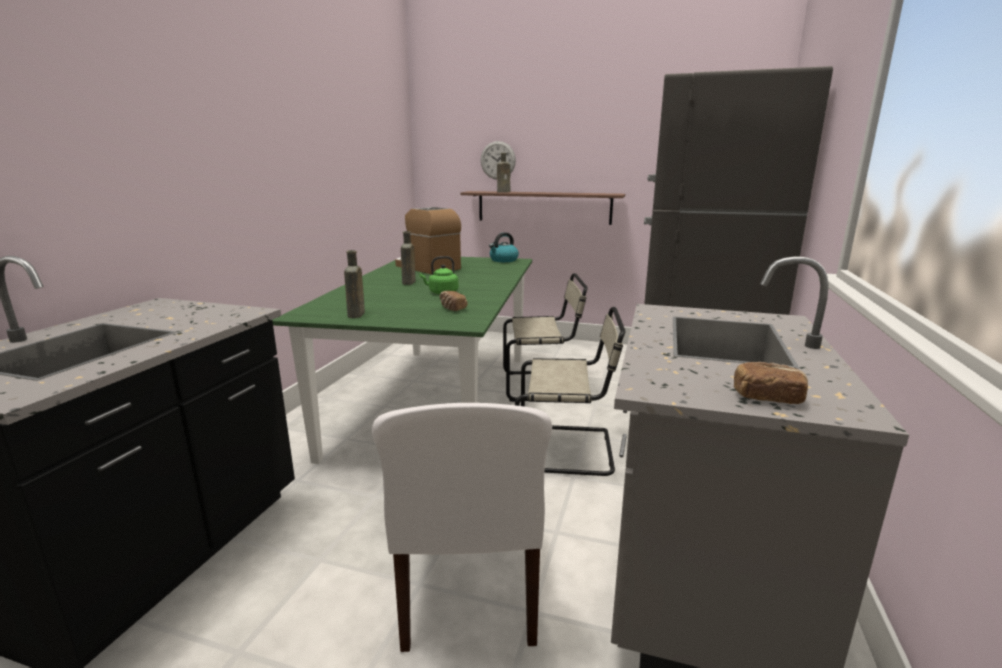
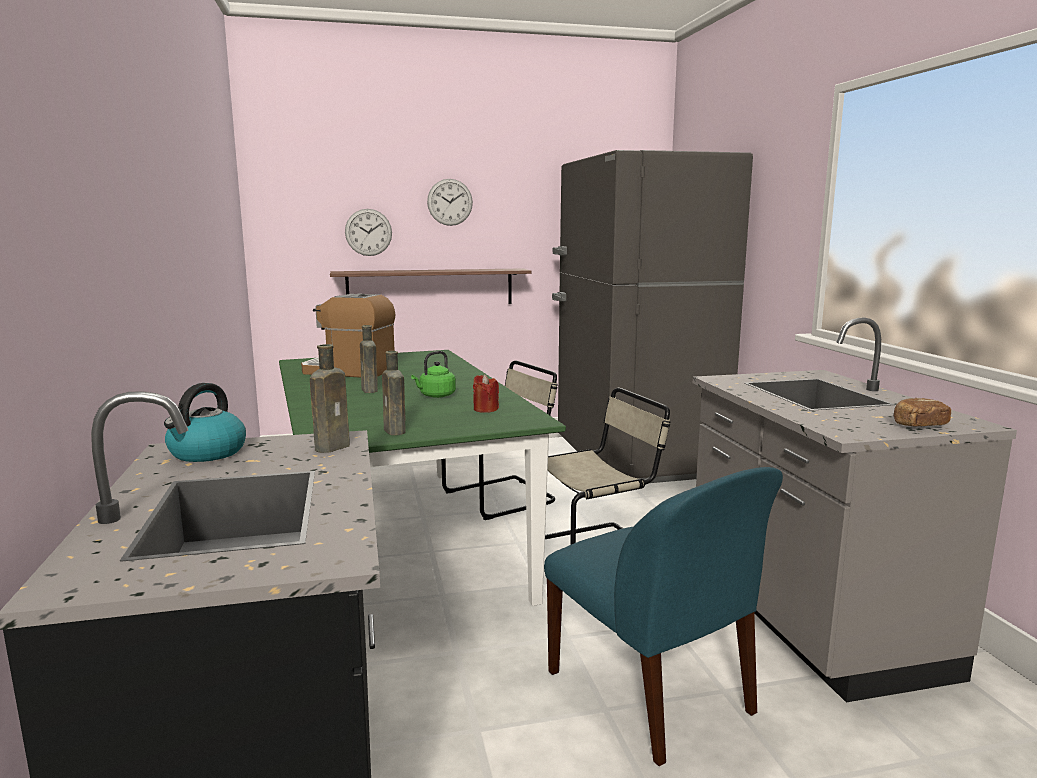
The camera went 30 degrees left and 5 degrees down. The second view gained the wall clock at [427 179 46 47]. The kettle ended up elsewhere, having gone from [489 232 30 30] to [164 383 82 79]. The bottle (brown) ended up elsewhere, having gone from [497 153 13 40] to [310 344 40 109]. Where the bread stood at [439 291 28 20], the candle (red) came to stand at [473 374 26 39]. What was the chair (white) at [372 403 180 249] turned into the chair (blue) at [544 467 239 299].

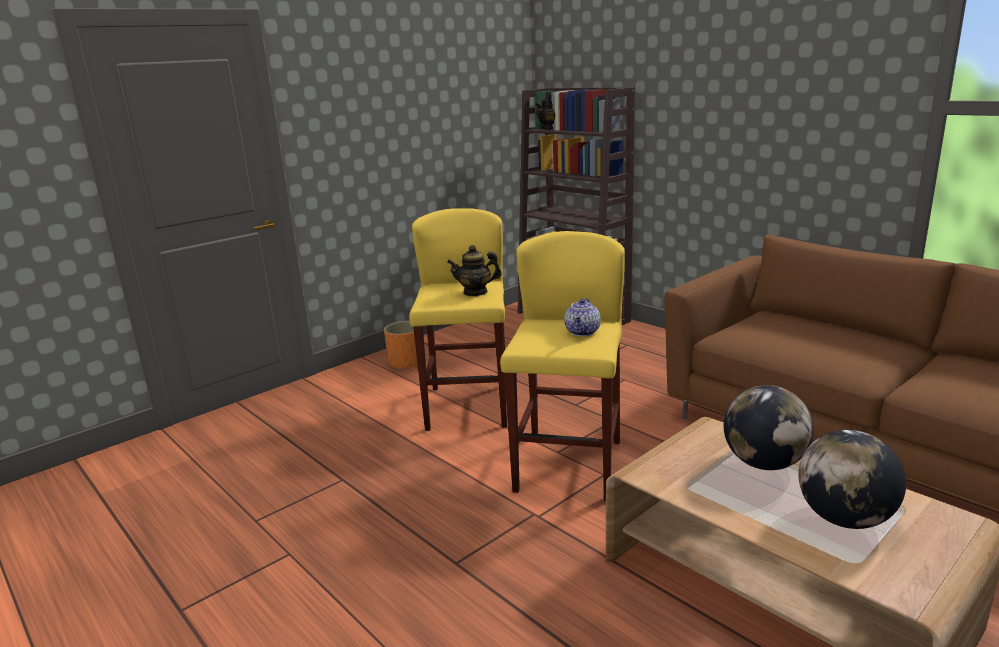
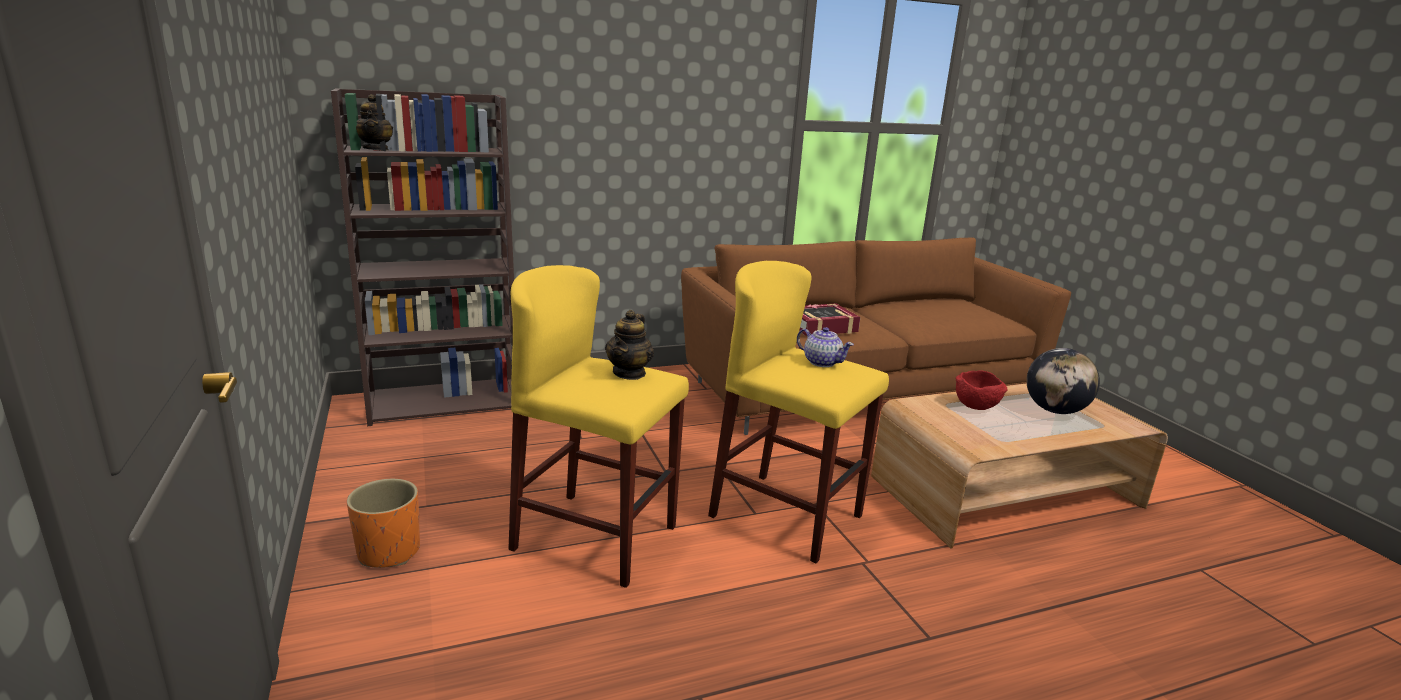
The camera went 70 degrees left and 0 degrees up. The second view gained the book at [799 303 61 33]. Where the globe stood at [724 385 90 85], the bowl (red) came to stand at [956 370 52 40].

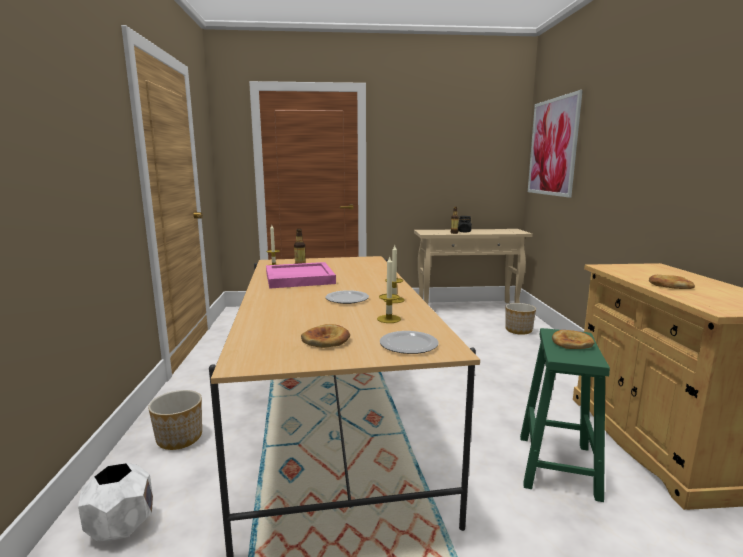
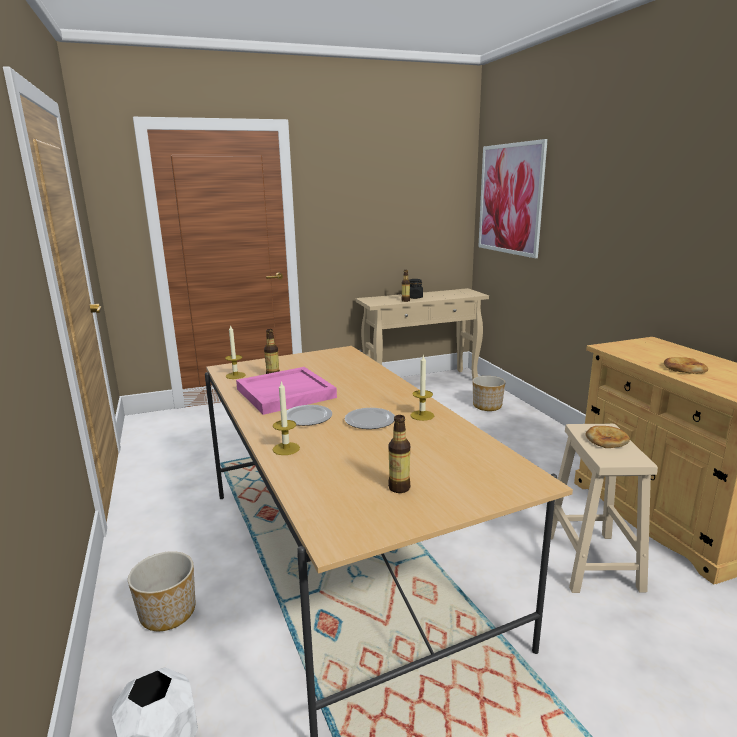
The camera went 15 degrees left and 5 degrees up. The candle ended up elsewhere, having gone from [377 257 24 66] to [273 381 27 74]. The plate ended up elsewhere, having gone from [380 331 59 23] to [287 405 45 21]. Where the bread stood at [301 324 49 24], the bottle came to stand at [388 415 22 78]. What was the stool (green) at [520 328 90 174] turned into the stool (beige) at [551 424 107 169].

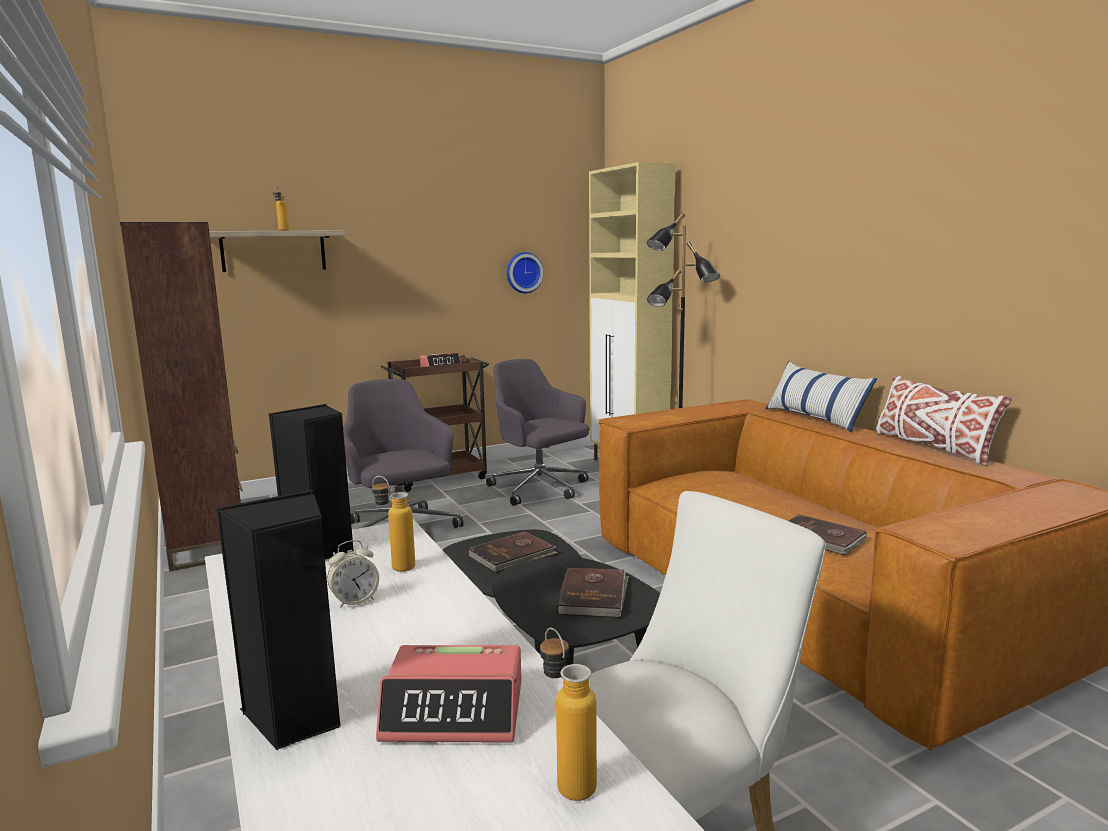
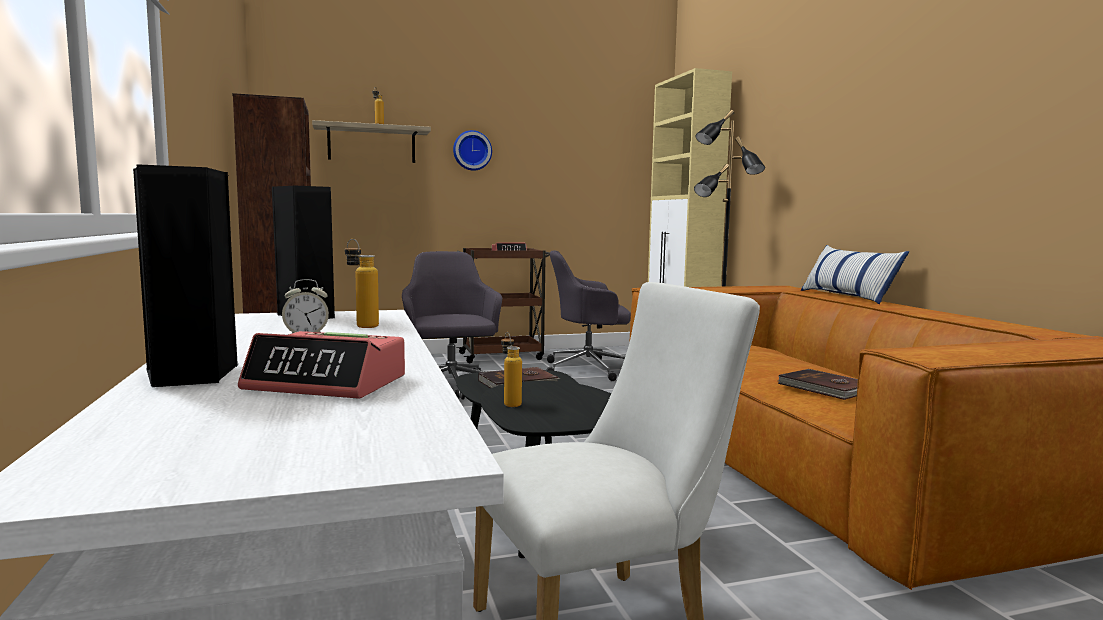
The camera went 10 degrees right and 5 degrees down. The second view lost the book (brown) at [556 567 73 51]. The second view lost the pillow (white) at [876 376 136 90]. The wall clock ended up elsewhere, having gone from [506 252 38 41] to [453 130 39 41]. The bottle ended up elsewhere, having gone from [540 628 57 173] to [501 332 21 75]. The office chair (grey) at [486 359 103 147] ended up facing another way, 60 degrees counterclockwise from before.

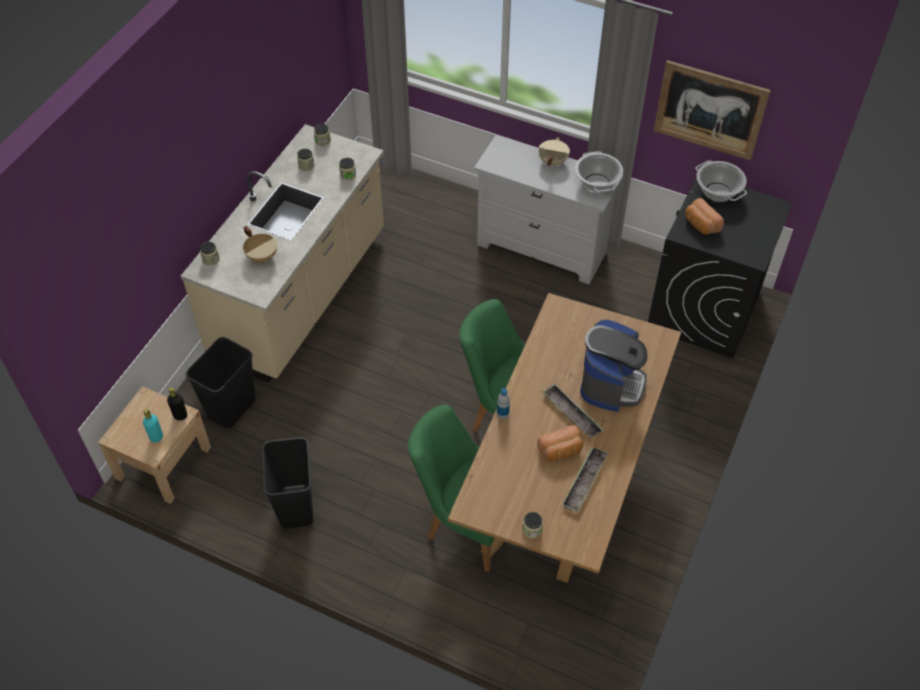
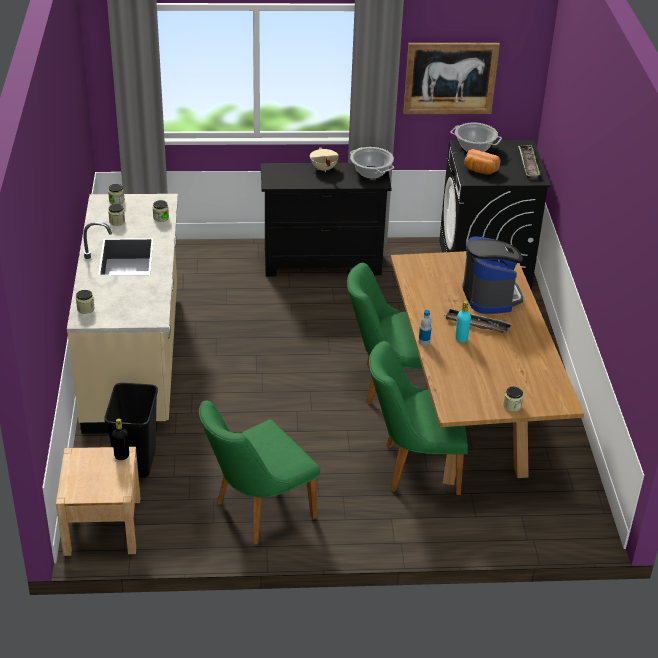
The camera went 30 degrees left and 15 degrees down. The second view lost the cooking pot (beige) at [243 226 34 37]. The second view lost the bread at [537 425 46 36]. The bottle (turquoise) ended up elsewhere, having gone from [143 409 20 34] to [455 301 16 42]. The tray ended up elsewhere, having gone from [561 447 47 65] to [518 145 23 33]. Where the trash can (black) stood at [262 437 51 91], the chair (green) came to stand at [199 401 121 144]. What was the dresser (white) at [474 134 149 150] turned into the dresser (black) at [261 163 131 114].

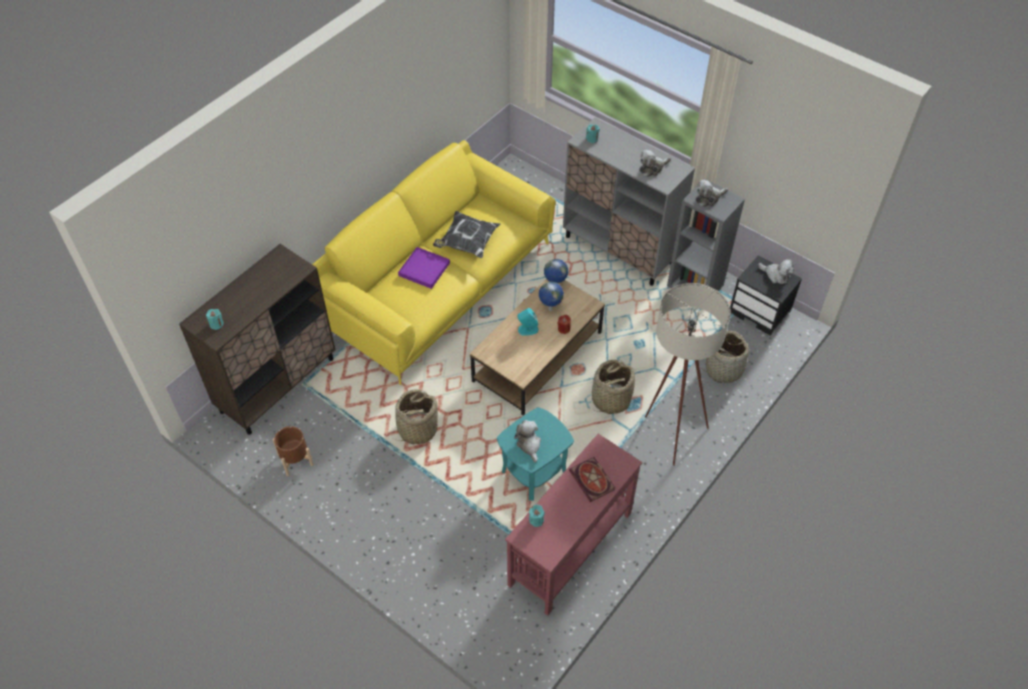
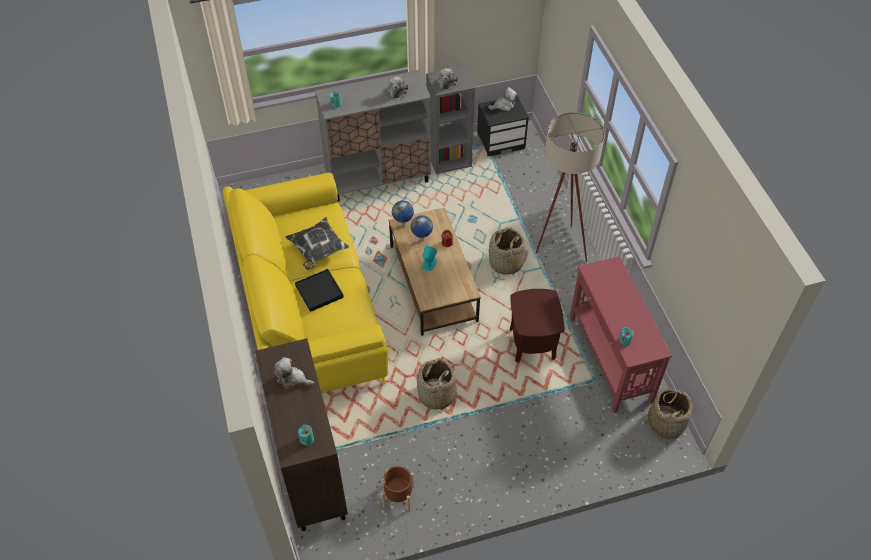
The camera went 55 degrees left and 0 degrees up. The second view lost the book at [569 457 46 45]. The plush toy ended up elsewhere, having gone from [514 420 27 42] to [274 357 40 32]. The basket ended up elsewhere, having gone from [701 331 55 52] to [648 389 45 50]. What was the tray (purple) at [398 247 52 42] turned into the tray (black) at [295 269 49 43]. What was the side table (turquoise) at [497 407 77 94] turned into the side table (brown) at [510 289 55 74].

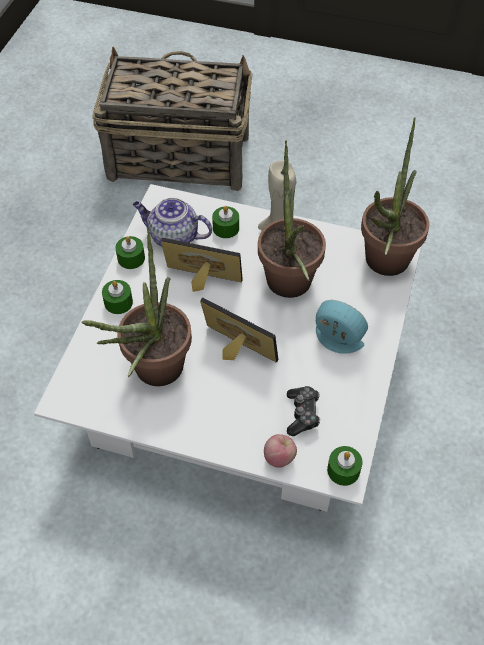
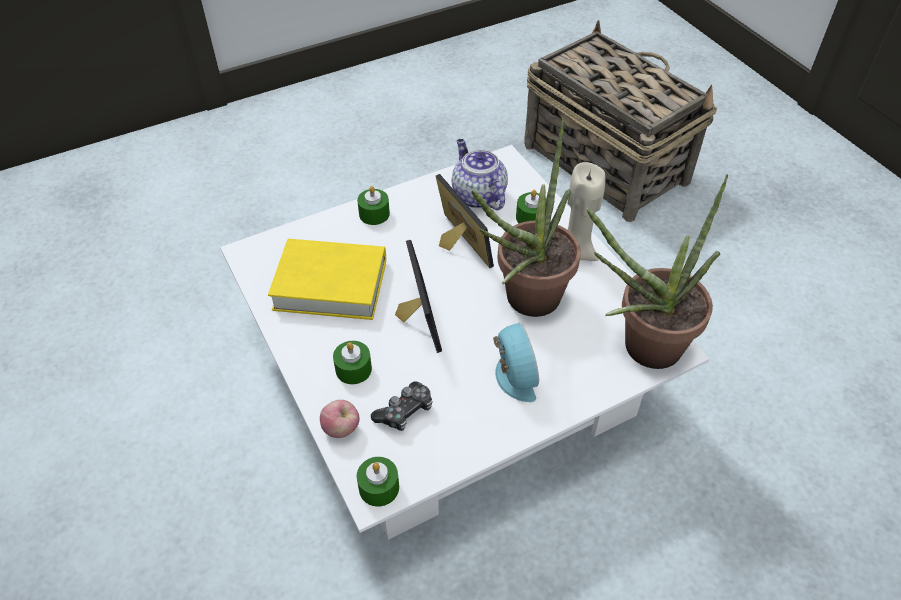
The camera went 45 degrees right and 5 degrees down. The candle (green) ended up elsewhere, having gone from [115 236 30 33] to [333 341 39 43]. Where the potted plant stood at [82 228 110 158], the book (yellow) came to stand at [268 239 118 81].

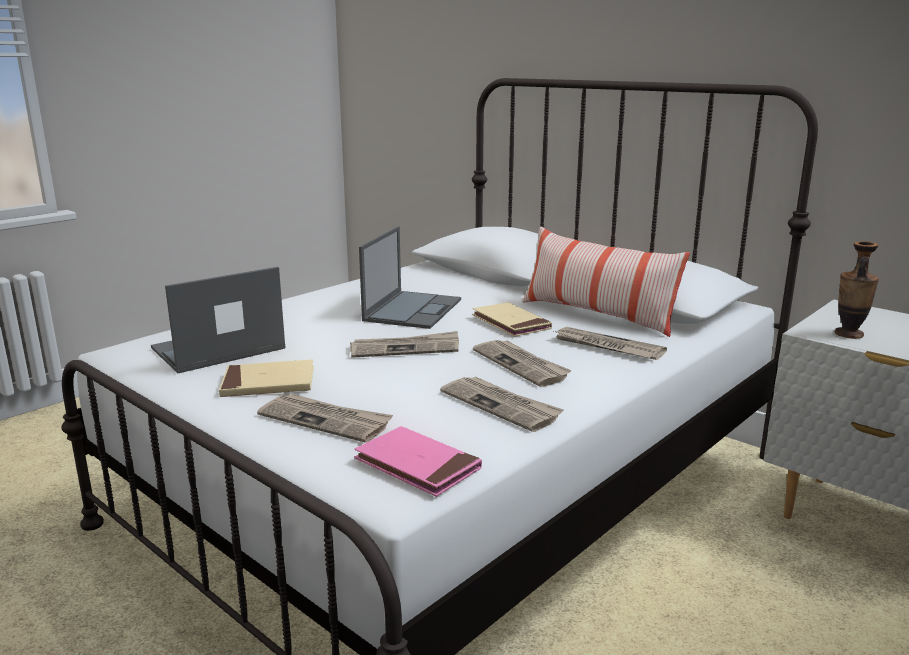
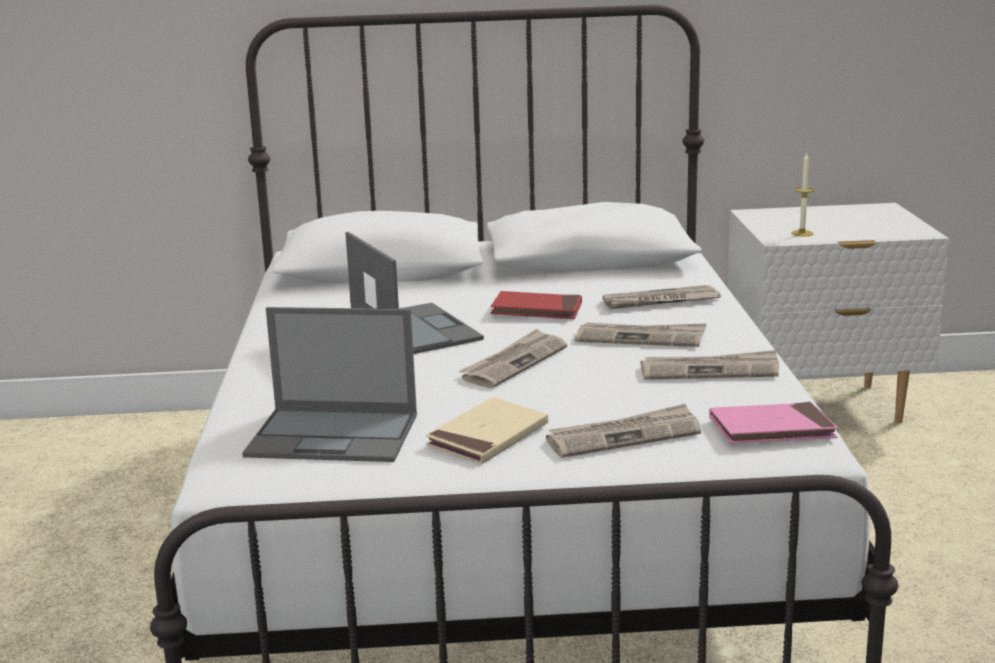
The camera went 45 degrees left and 0 degrees up. The second view lost the pillow at [522 226 168 111]. Where the vase stood at [835 241 44 98], the candle came to stand at [791 153 23 84]. What was the book (beige) at [472 302 80 35] turned into the book (red) at [491 291 91 28]. The laptop at [151 267 135 106] ended up facing another way, 90 degrees counterclockwise from before.

